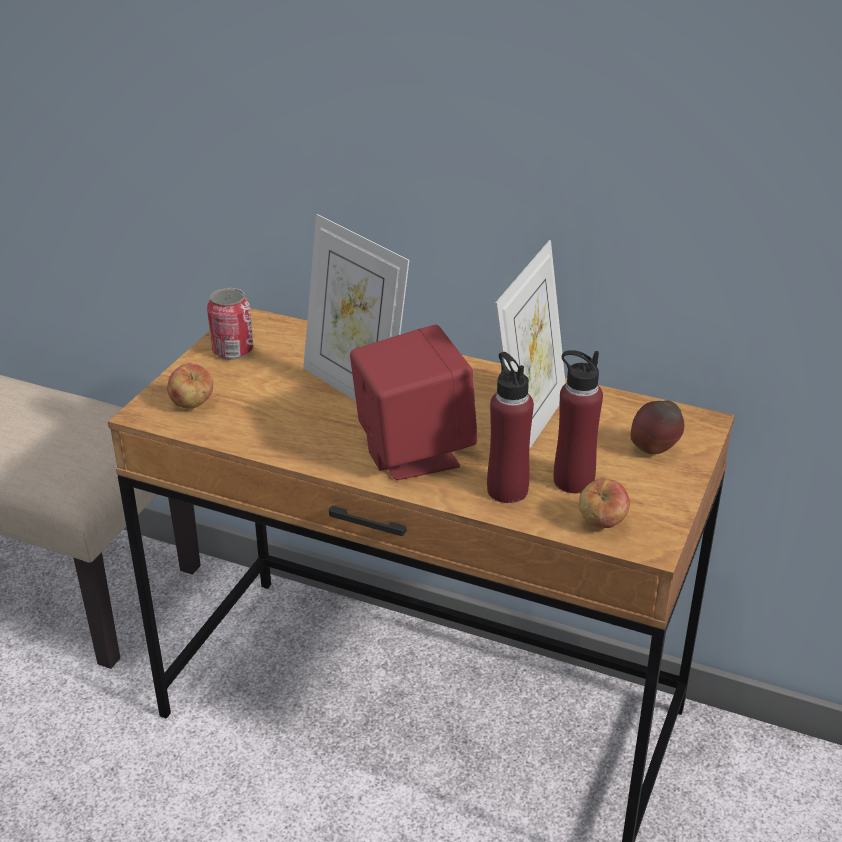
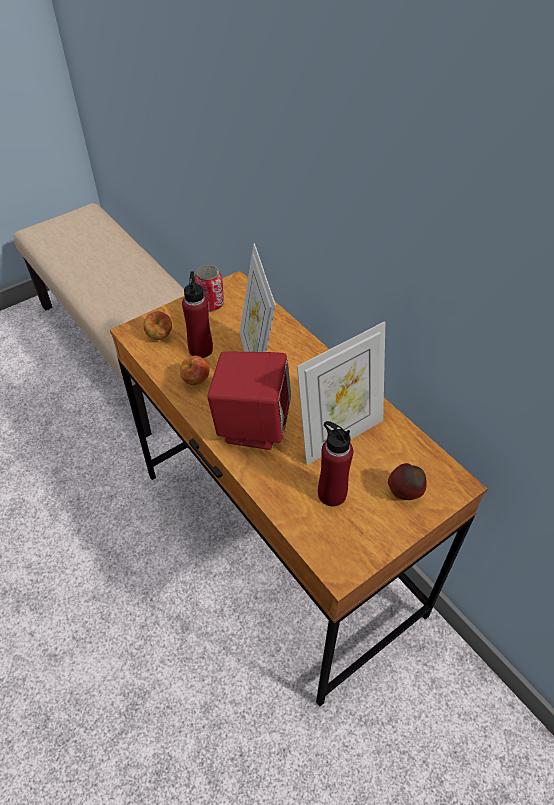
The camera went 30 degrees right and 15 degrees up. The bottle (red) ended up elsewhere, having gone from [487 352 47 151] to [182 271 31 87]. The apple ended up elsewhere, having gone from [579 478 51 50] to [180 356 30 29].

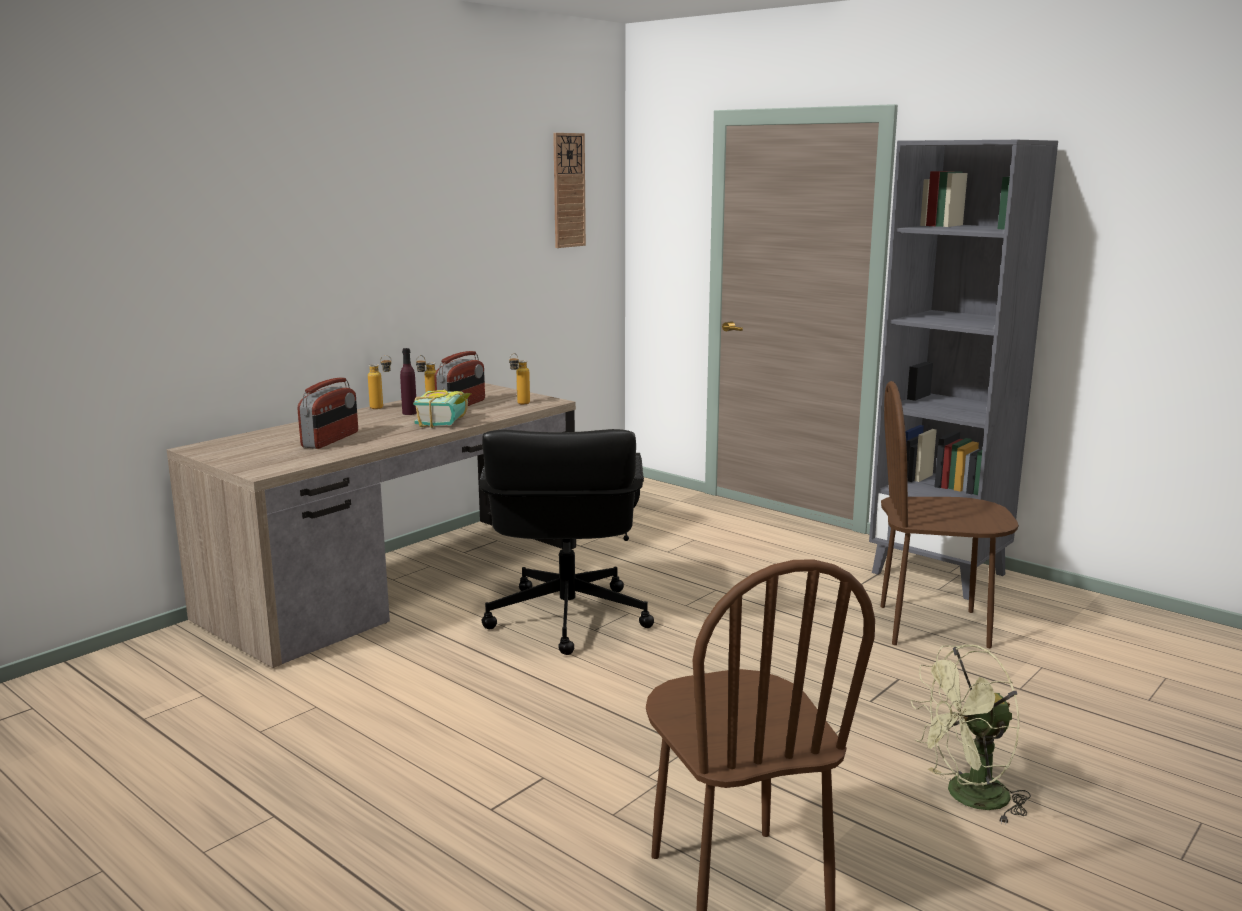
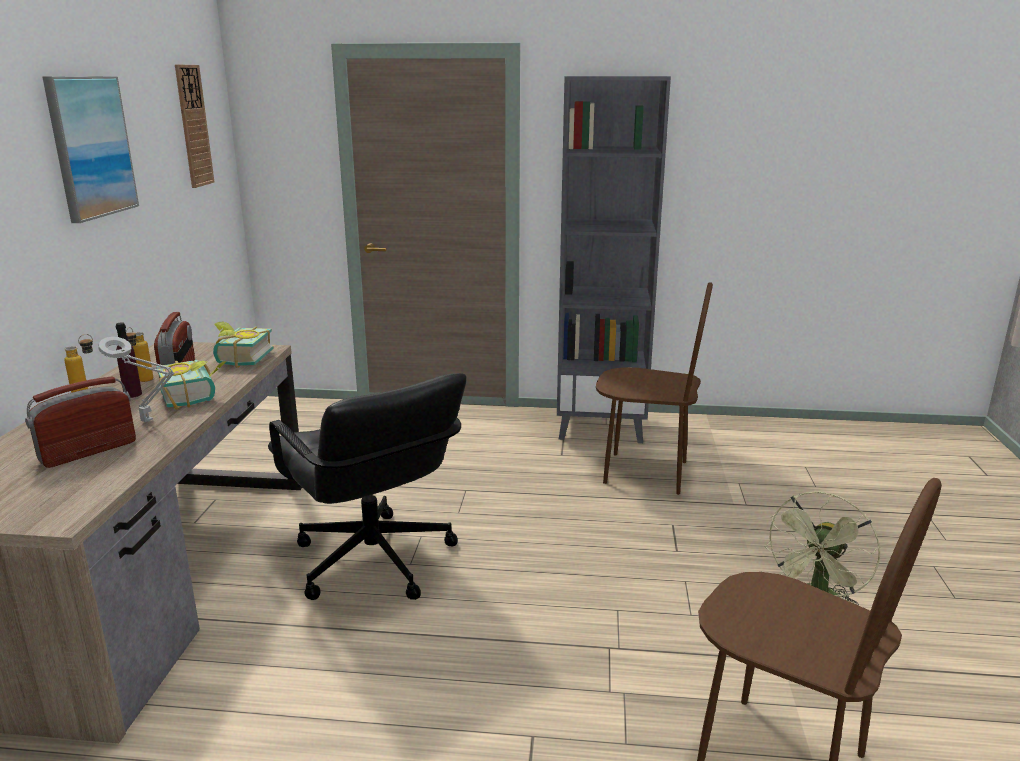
The camera went 35 degrees left and 5 degrees up. The second view gained the picture at [43 76 96 147]. The second view gained the table lamp (grey) at [99 337 75 85]. Where the bottle stood at [509 353 21 51], the book came to stand at [213 322 61 46]. The radio at [297 377 61 72] ended up facing another way, 120 degrees counterclockwise from before. The chair (brown) at [880 381 139 267] ended up facing another way, 135 degrees counterclockwise from before.

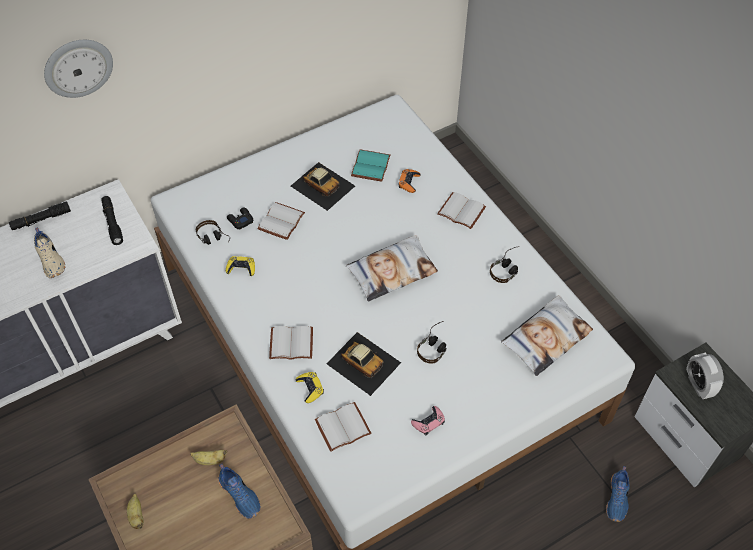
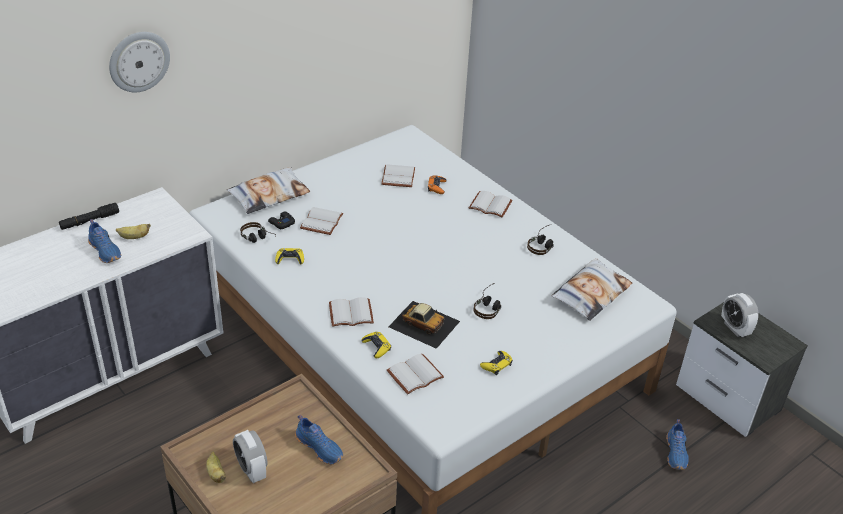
The camera went 10 degrees left and 15 degrees down. The second view lost the flashlight (black) at [101 196 22 49]. The second view lost the toy car at [291 162 64 49]. The second view gained the alarm clock at [233 430 34 53]. The banana ended up elsewhere, having gone from [190 450 37 15] to [116 224 35 15]. The pillow ended up elsewhere, having gone from [346 235 92 66] to [227 167 83 47]. What was the shoe (beige) at [34 227 31 51] turned into the shoe (blue) at [88 219 33 44]. What was the book (turquoise) at [351 150 39 32] turned into the book (white) at [381 164 34 23]. What was the game controller (pink) at [411 406 34 30] turned into the game controller (yellow) at [480 351 33 24].

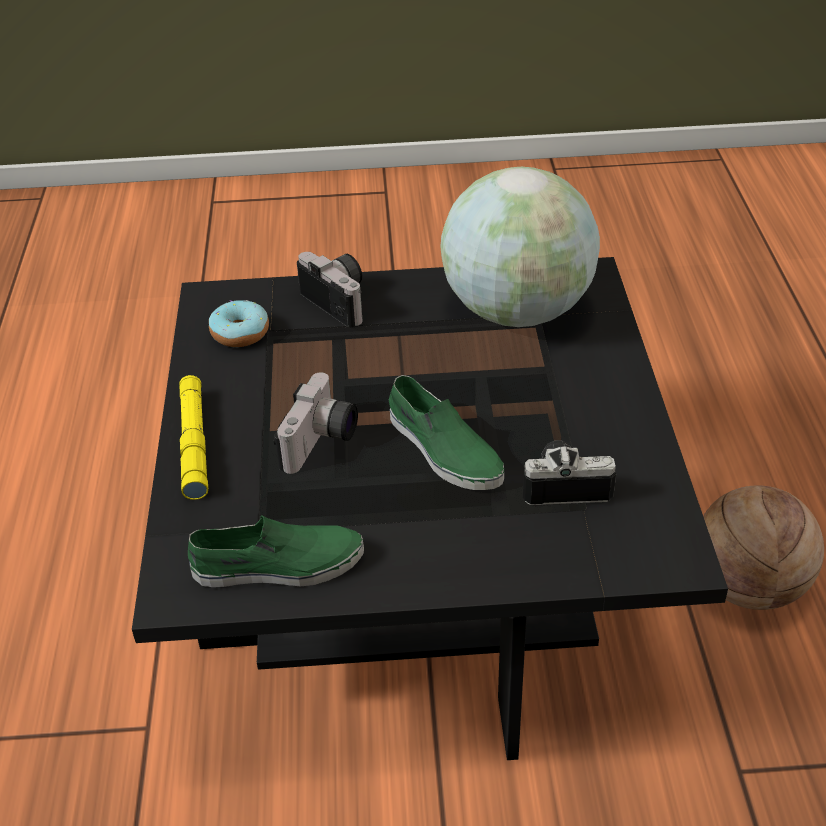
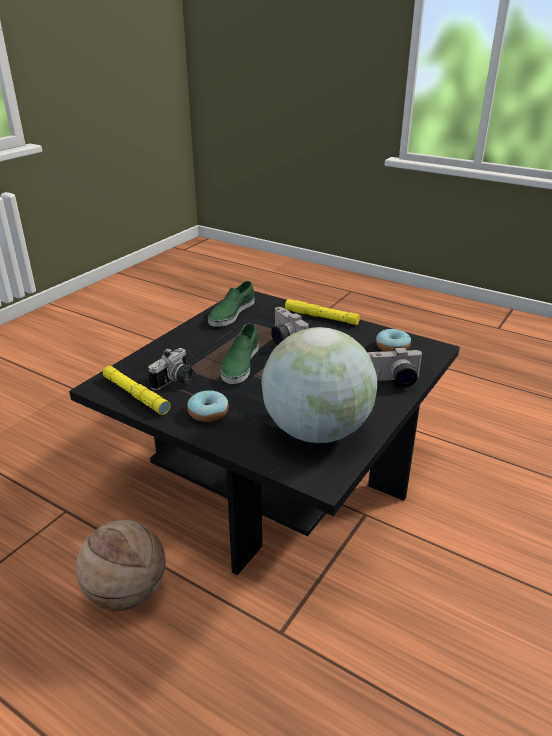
The camera went 125 degrees right and 10 degrees down. The second view gained the flashlight (yellow) at [103 366 67 49]. The second view gained the donut at [187 390 42 32]. The shoe (green) at [389 375 115 115] ended up facing another way, 75 degrees counterclockwise from before.

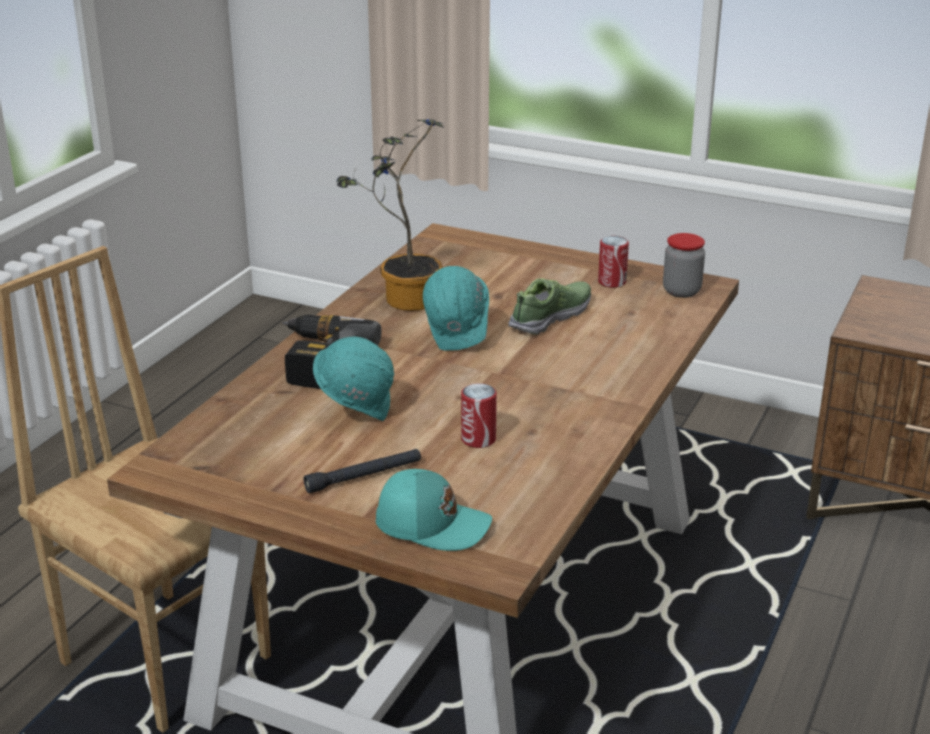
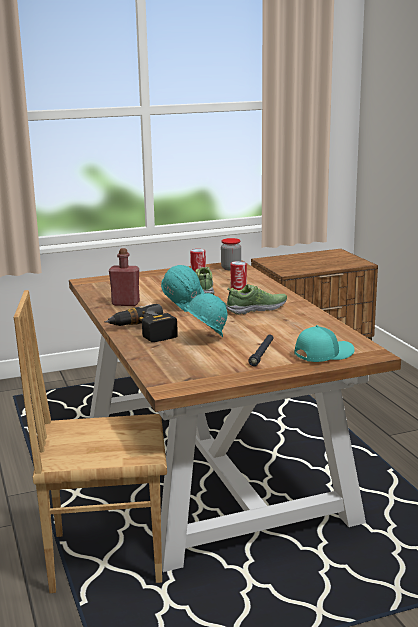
The camera went 45 degrees left and 10 degrees down. The second view gained the shoe at [226 284 61 31]. The can ended up elsewhere, having gone from [461 383 36 65] to [231 261 16 29]. Where the potted plant stood at [337 119 107 192], the bottle (red) came to stand at [109 248 31 58].

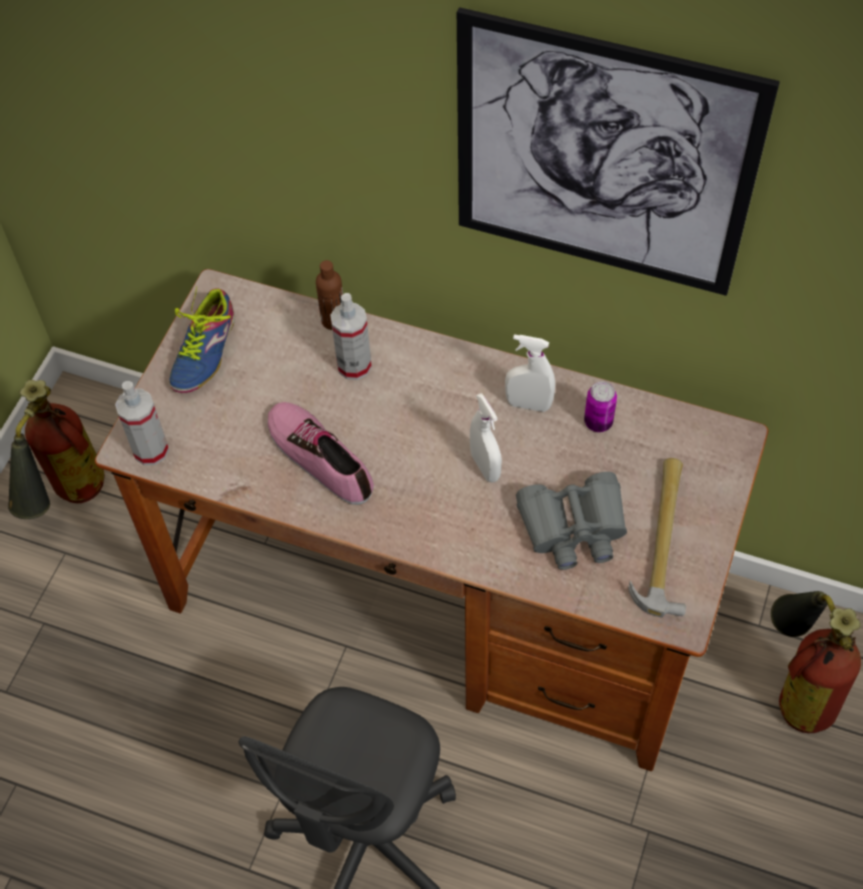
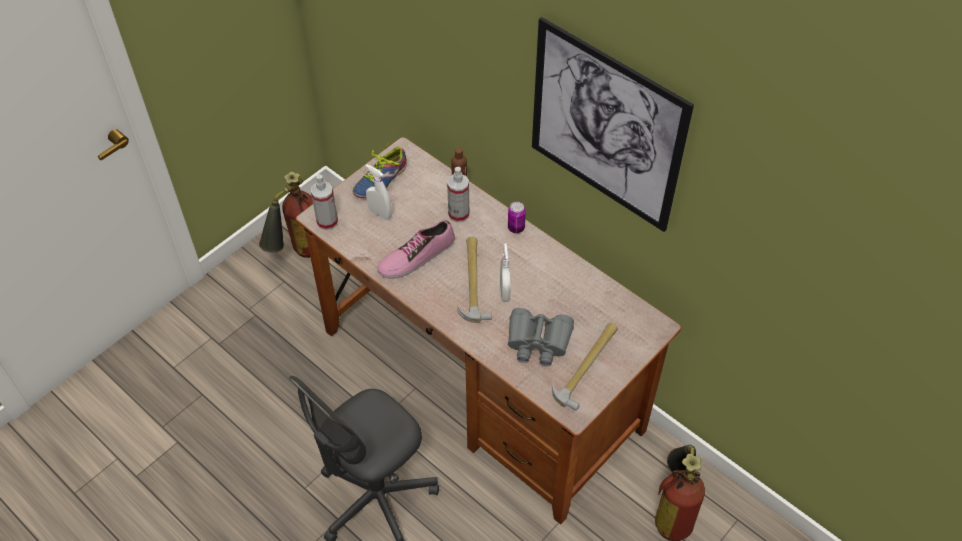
The camera went 20 degrees right and 5 degrees down. The second view gained the hammer at [457 237 35 86]. The spray bottle (white) ended up elsewhere, having gone from [505 334 50 78] to [365 164 27 56]. The can ended up elsewhere, having gone from [584 381 33 51] to [508 202 18 31]. The shoe at [268 402 106 103] ended up facing another way, 105 degrees counterclockwise from before.

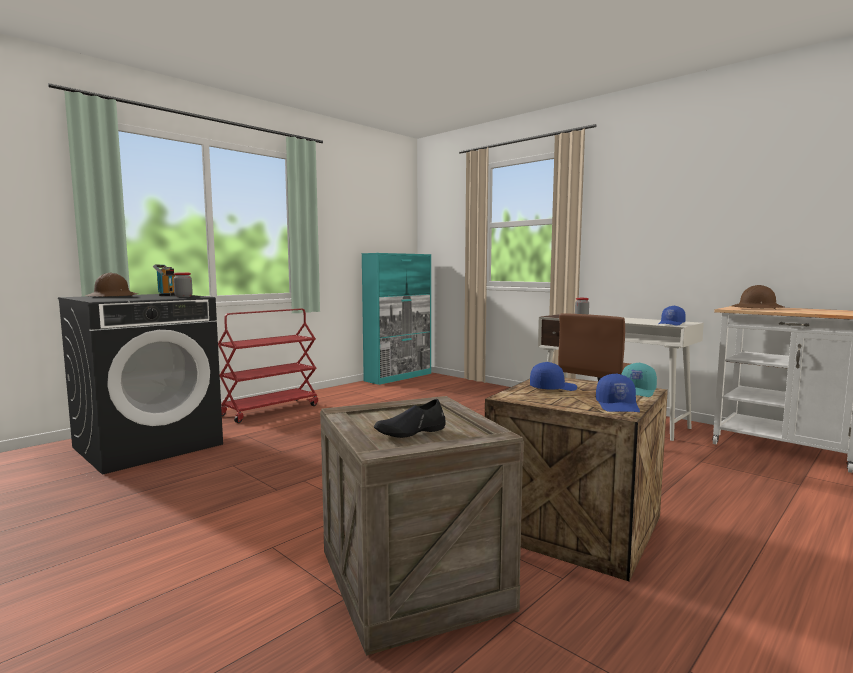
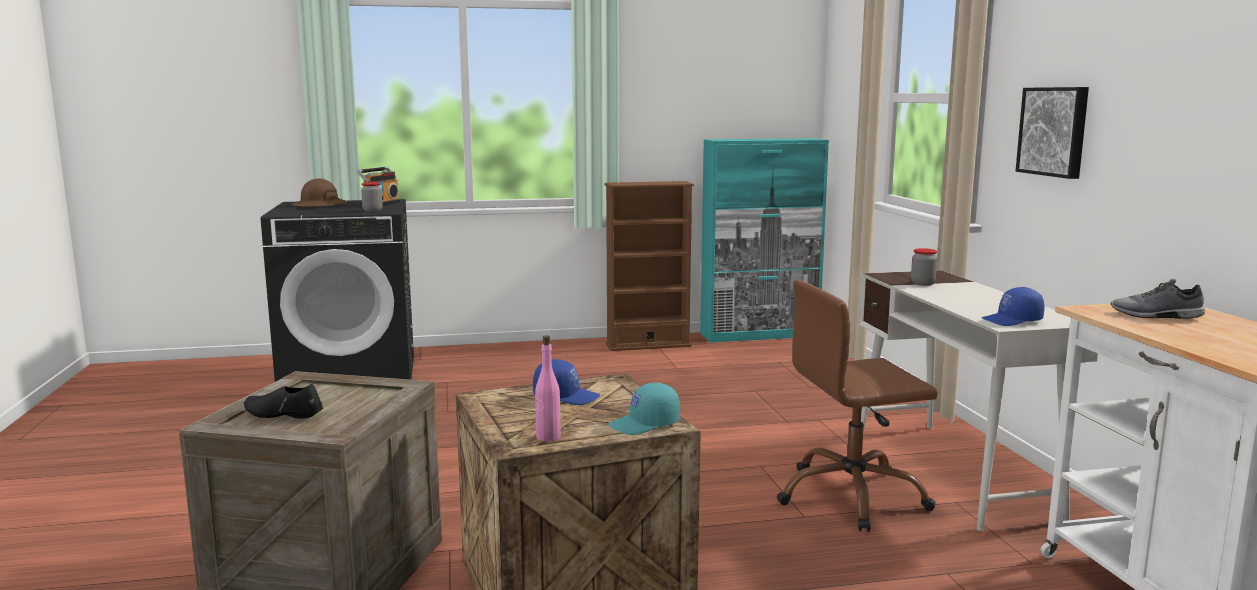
The camera went 35 degrees right and 5 degrees up. The second view lost the cart (red) at [218 308 100 115]. The second view gained the bookcase (brown) at [605 181 89 170]. The second view gained the picture at [1016 87 73 92]. Where the cap (blue) stood at [596 373 44 39], the bottle (pink) came to stand at [535 335 26 106]. Where the hard hat (brown) stood at [732 285 52 25], the shoe (grey) came to stand at [1111 279 94 40].

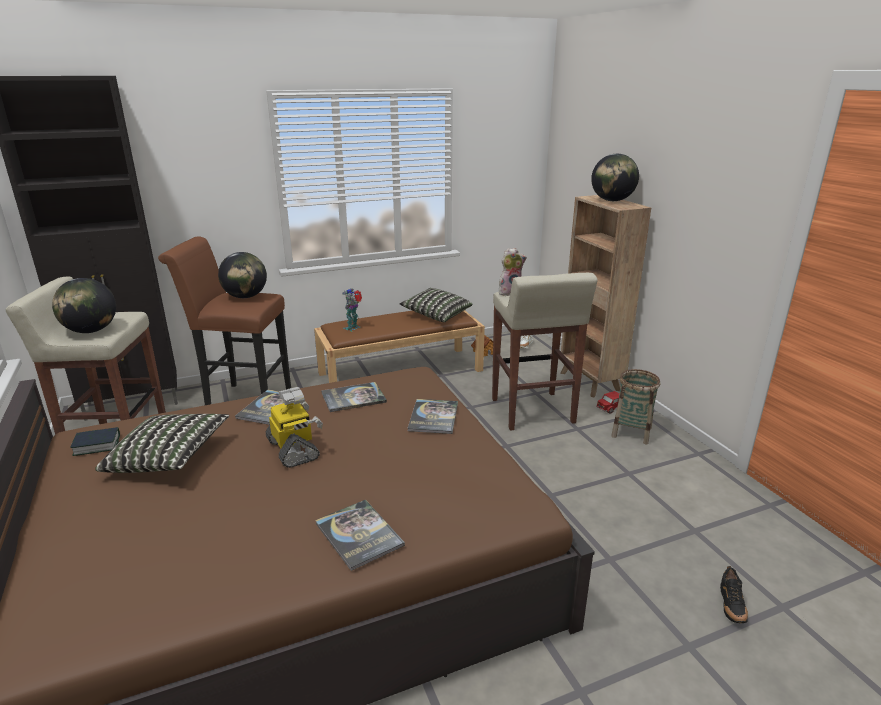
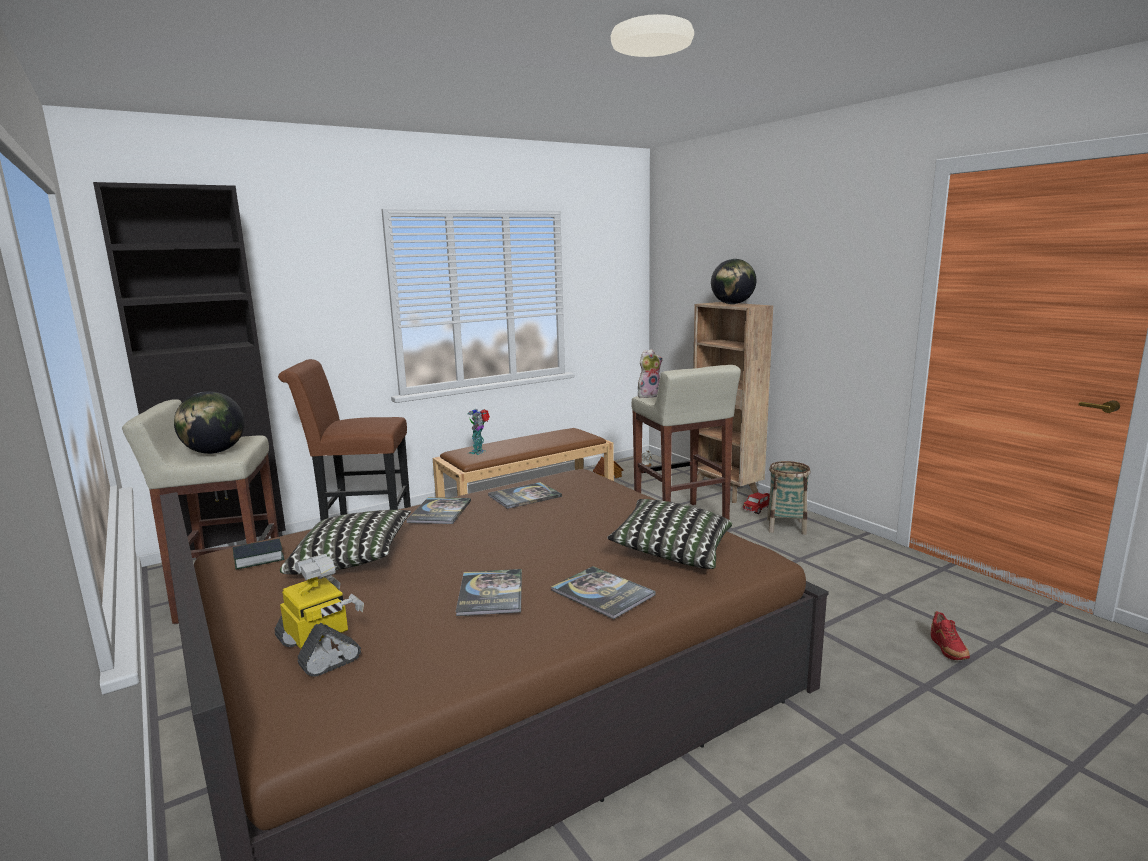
The camera went 10 degrees left and 10 degrees down. The second view lost the globe at [218 252 49 46]. The toy robot ended up elsewhere, having gone from [266 387 57 81] to [275 554 89 123]. The pillow ended up elsewhere, having gone from [400 288 72 34] to [607 499 125 70]. The book ended up elsewhere, having gone from [407 399 51 35] to [456 569 66 47]. What was the shoe (black) at [720 566 28 57] turned into the shoe (red) at [931 611 39 49].

